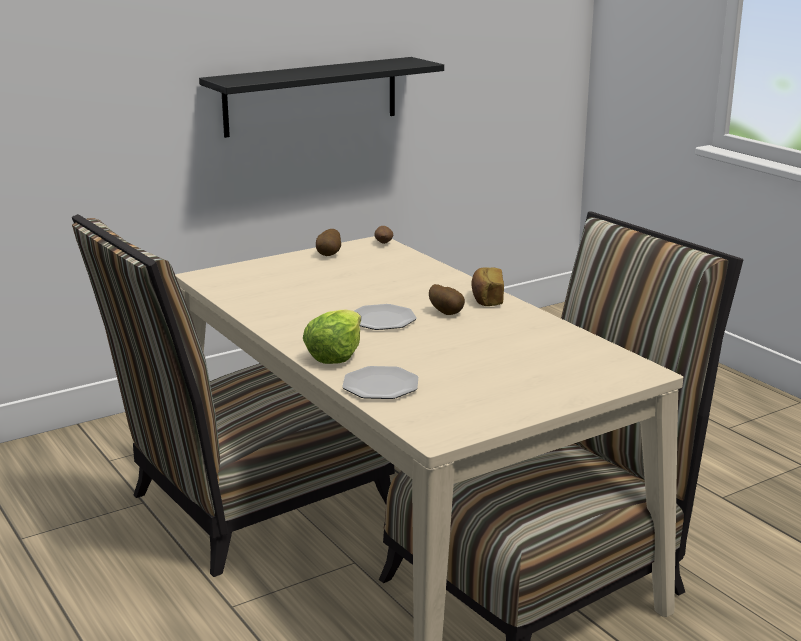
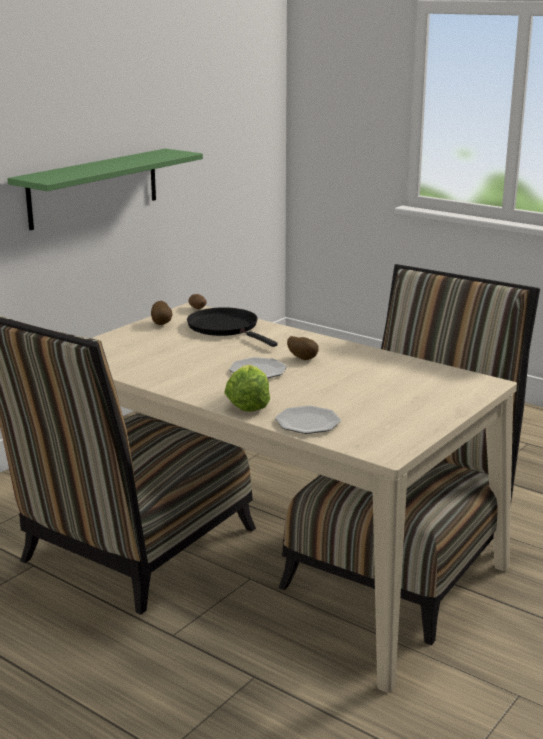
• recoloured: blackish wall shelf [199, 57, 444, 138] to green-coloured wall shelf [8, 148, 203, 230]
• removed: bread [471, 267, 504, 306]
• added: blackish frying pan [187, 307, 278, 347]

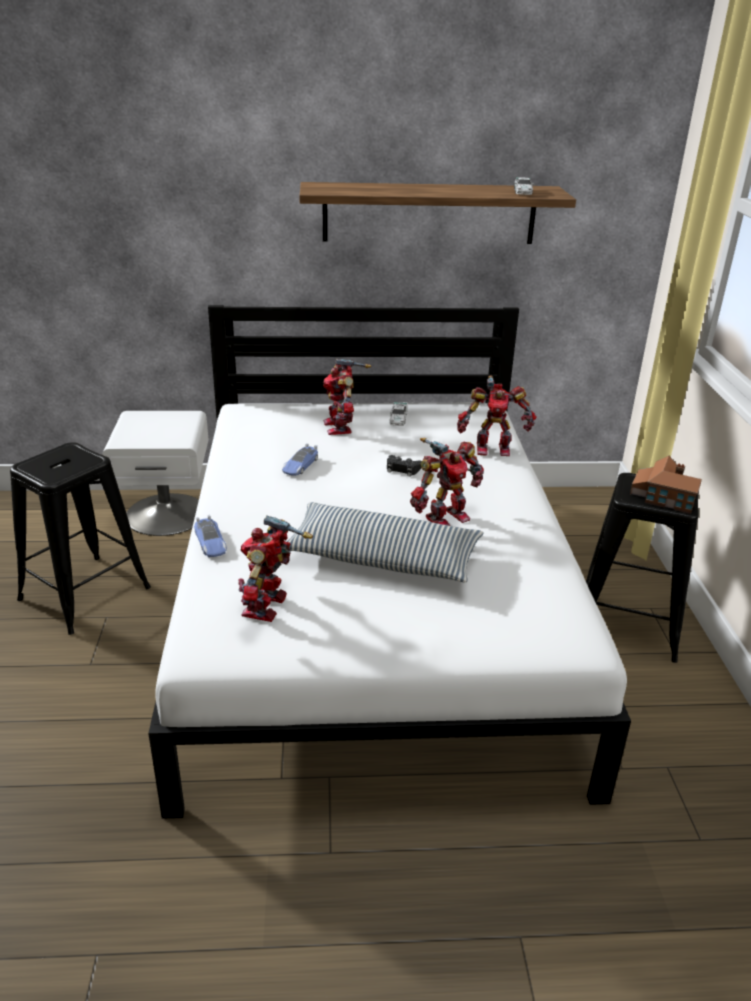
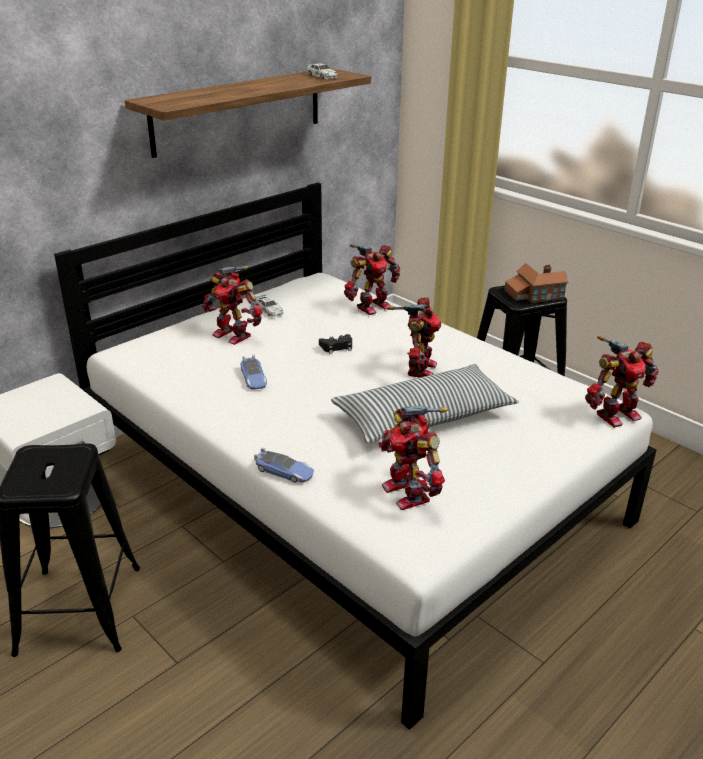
• added: robot figure [585, 336, 659, 428]

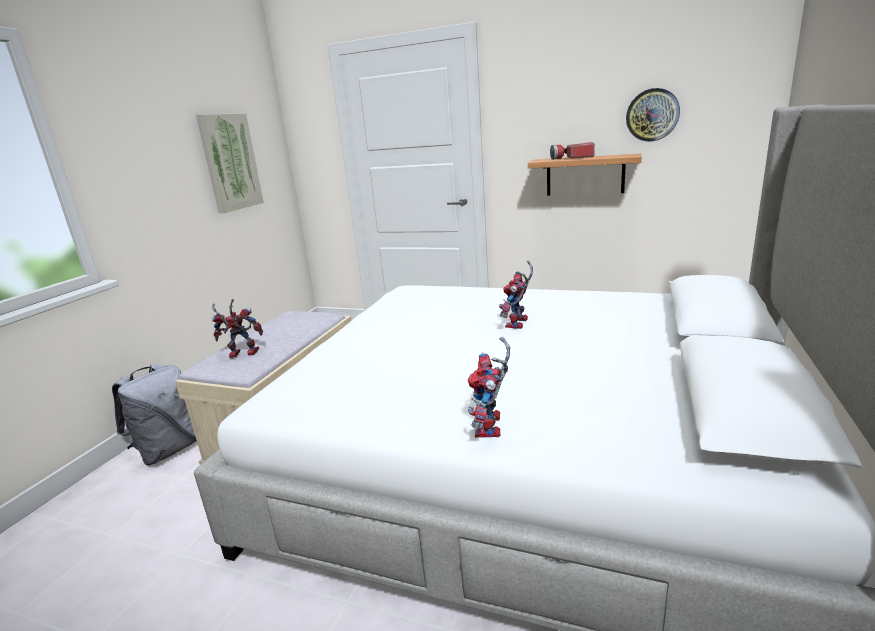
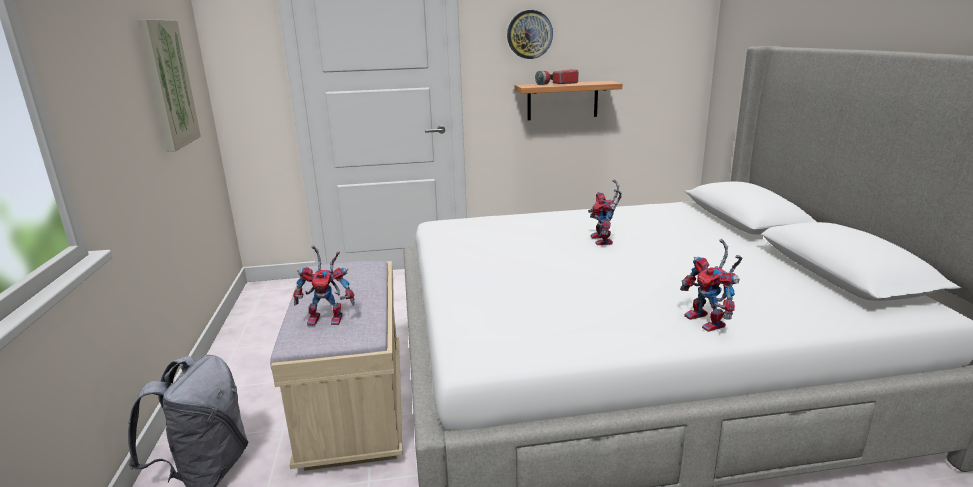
• turned: robot figure [211, 299, 263, 358] = [293, 246, 355, 326] 150 degrees counterclockwise
• moved: clock on the wall [626, 88, 680, 142] to [507, 10, 553, 59]

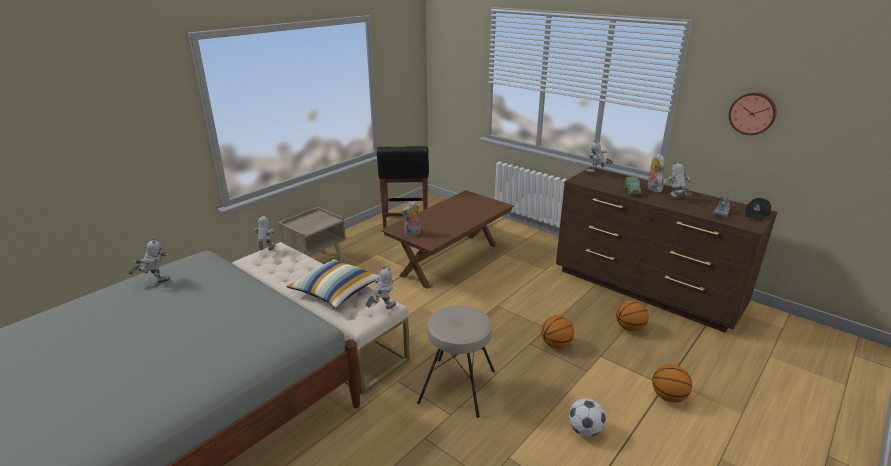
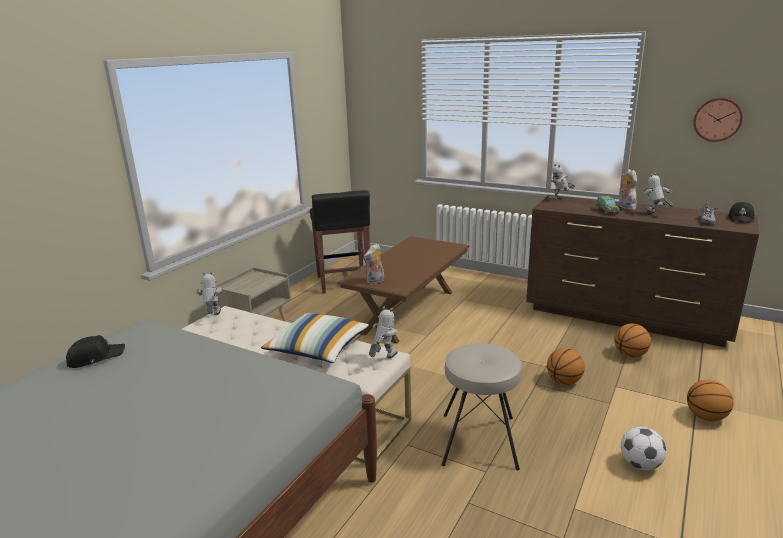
• replaced: robot figure [128, 237, 170, 283] to blackish cap [66, 335, 125, 368]

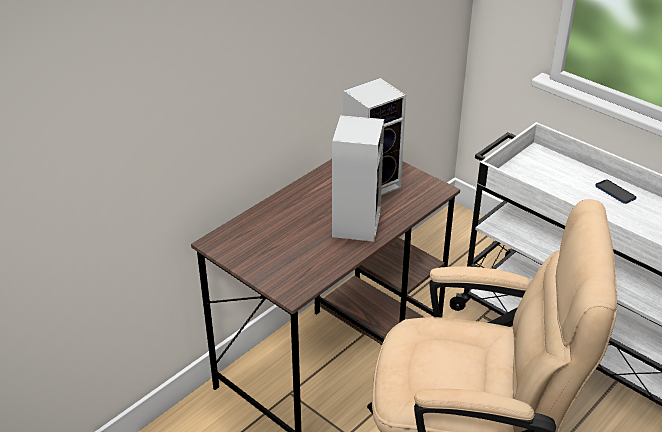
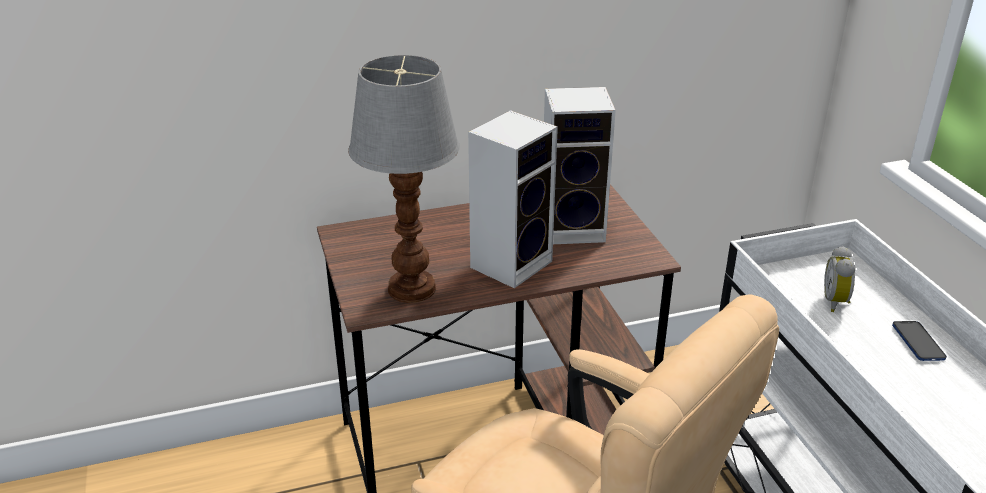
• added: table lamp [348, 55, 460, 303]
• added: table clock [824, 246, 855, 312]

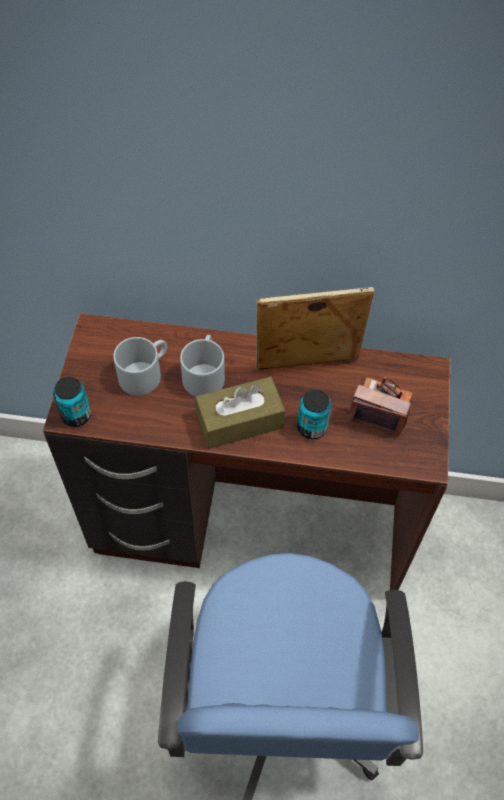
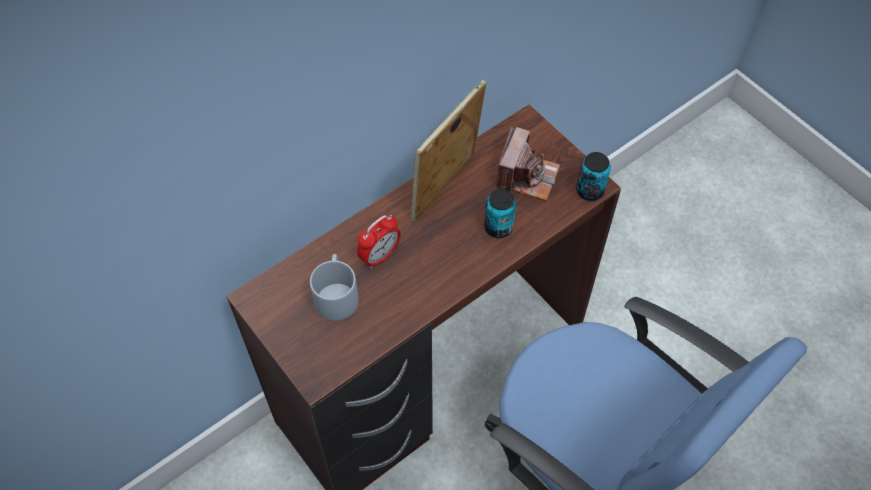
• moved: metal can [53, 377, 91, 427] to [576, 152, 611, 201]
• replaced: greyish tea mug [180, 335, 225, 397] to table clock [357, 215, 401, 269]
• removed: brown tissue box [195, 377, 285, 449]
• turned: photo camera [347, 377, 413, 437] = [496, 126, 560, 201] 135 degrees clockwise

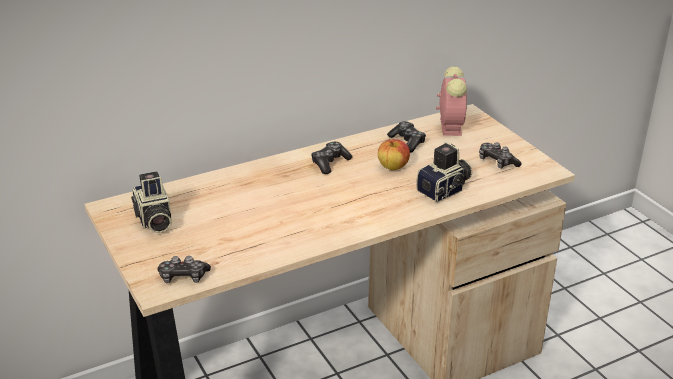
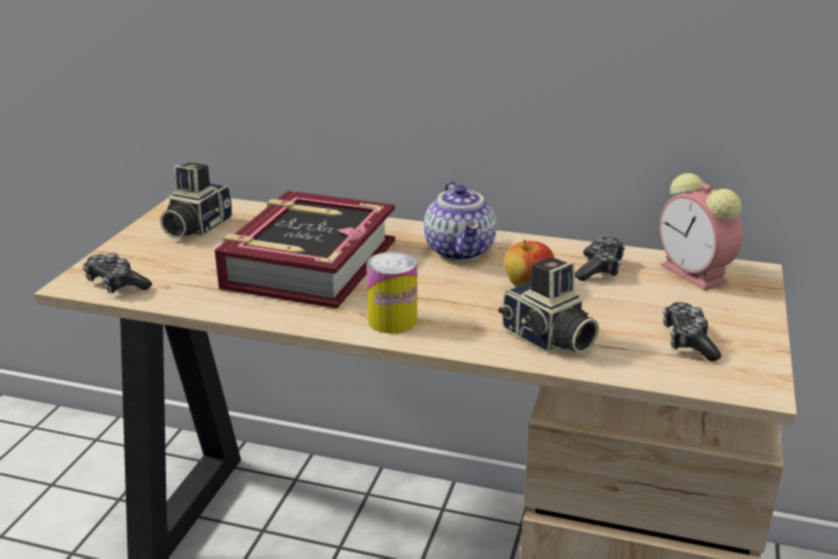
• replaced: joypad [311, 142, 353, 174] to pot for tea [424, 181, 496, 261]
• turned: photo camera [416, 142, 472, 202] = [498, 257, 599, 354] 45 degrees clockwise
• turned: table clock [436, 66, 467, 136] = [659, 173, 743, 290] 105 degrees clockwise
• added: volume [215, 191, 395, 309]
• added: metal can [367, 252, 417, 334]

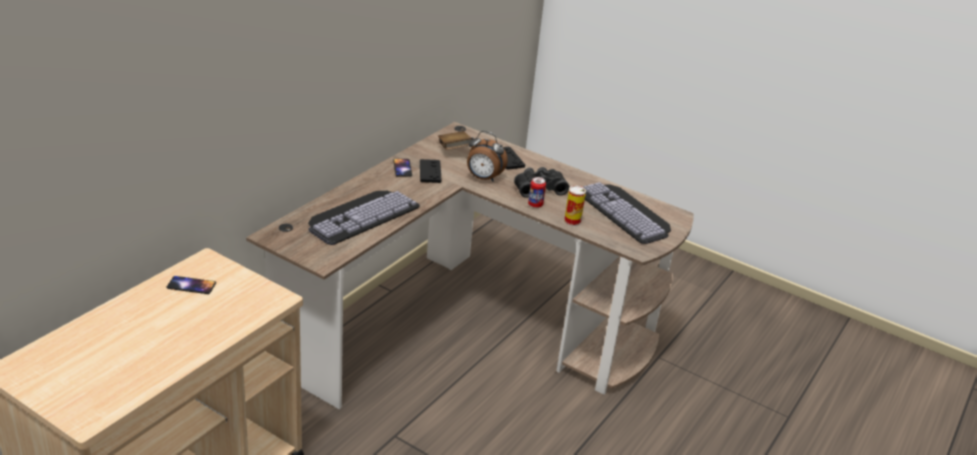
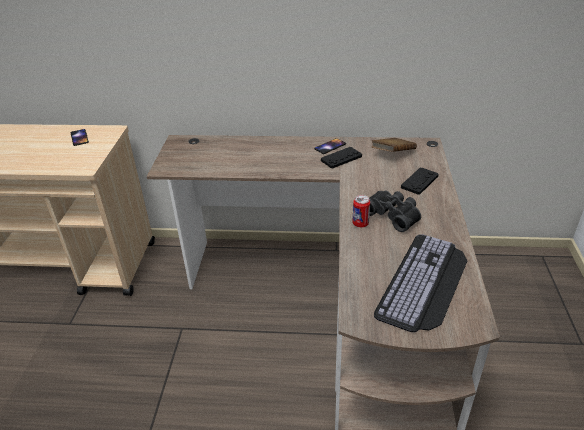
• removed: computer keyboard [308, 191, 420, 245]
• removed: table clock [467, 131, 508, 182]
• removed: metal can [564, 186, 586, 226]

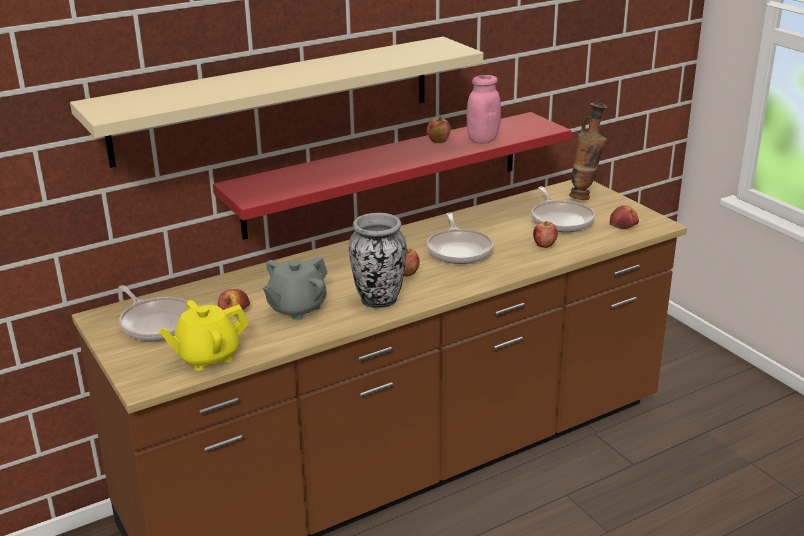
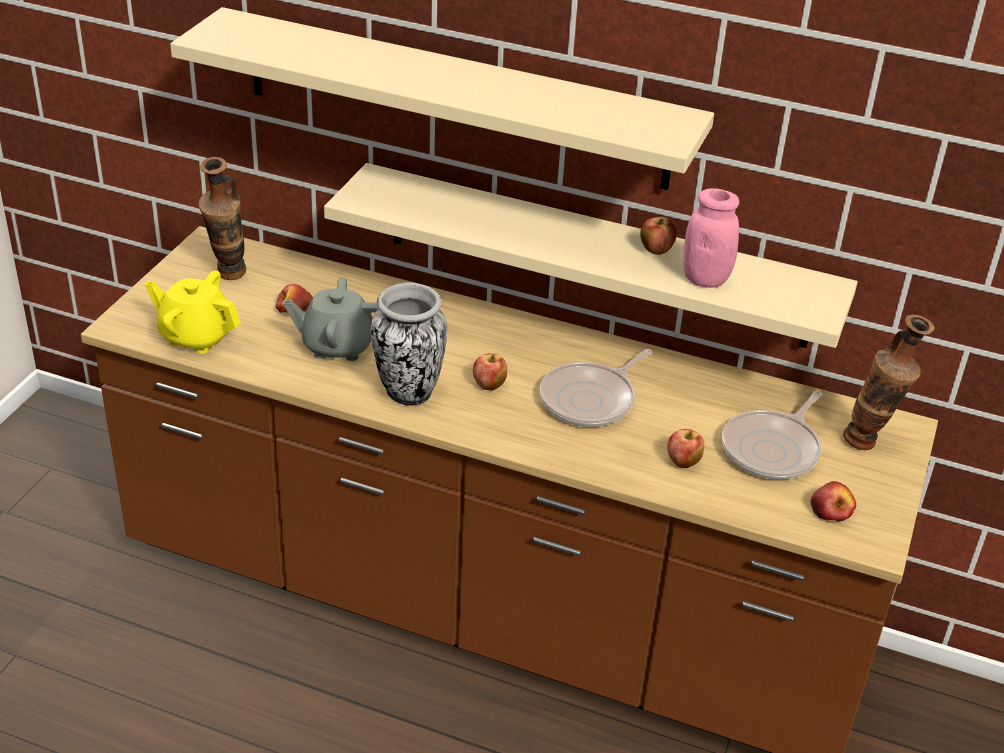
• replaced: frying pan [118, 285, 187, 341] to decorative vase [199, 157, 246, 280]
• recoloured: red-coloured wall shelf [213, 112, 572, 240] to sand-coloured wall shelf [324, 163, 858, 348]

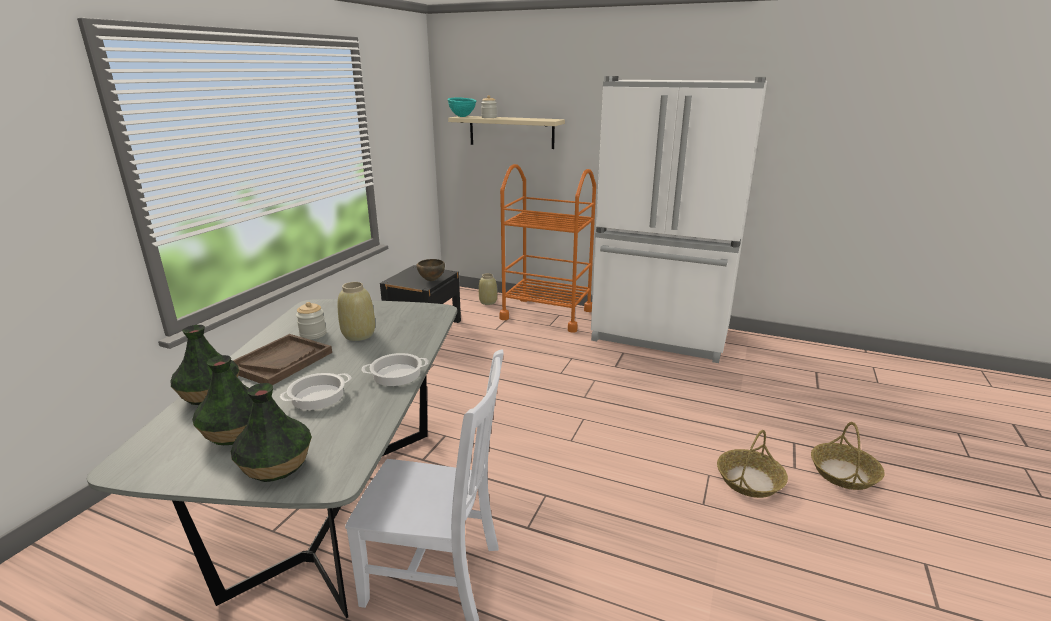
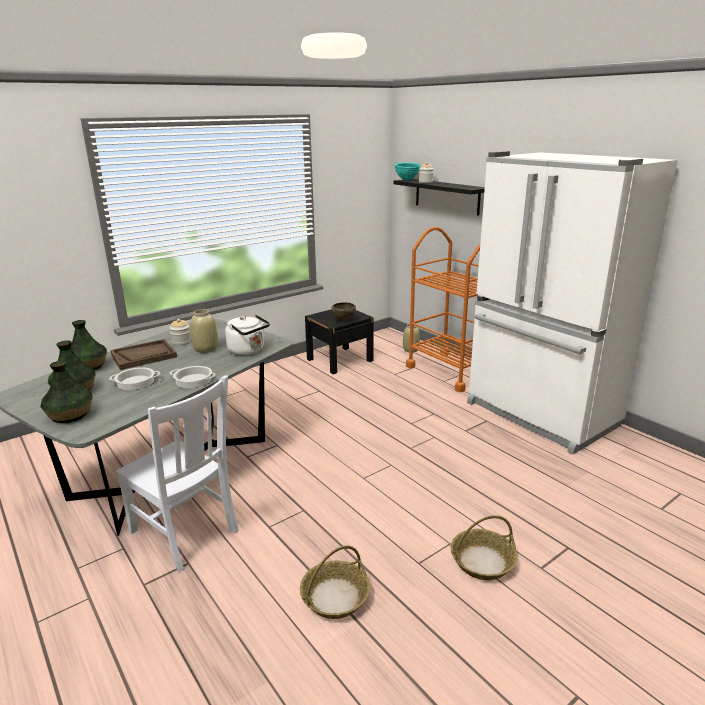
• recoloured: sand-coloured wall shelf [448, 116, 565, 149] to blackish wall shelf [394, 179, 485, 215]
• moved: household basket [811, 422, 885, 490] to [300, 545, 370, 619]
• added: white-coloured kettle [225, 314, 270, 355]

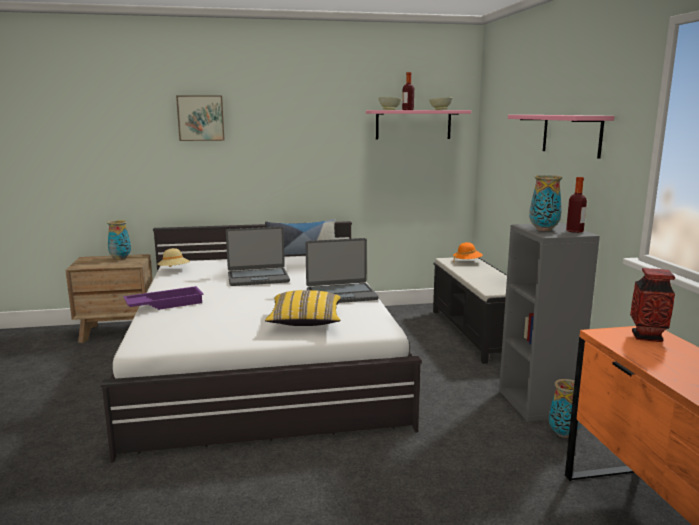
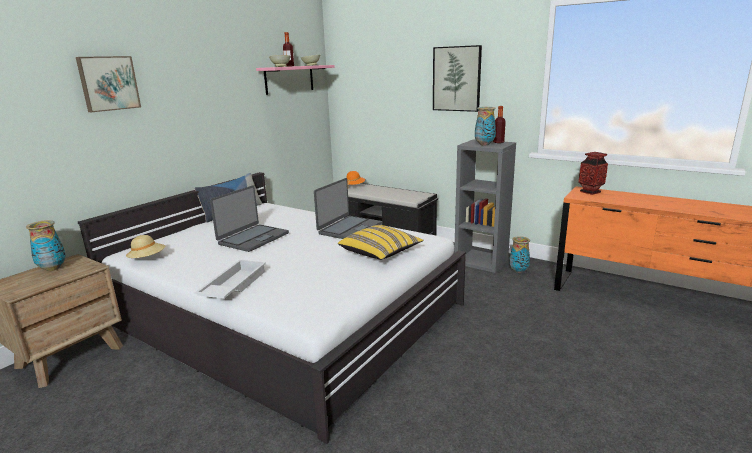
• recoloured: purplish tray [123, 286, 204, 310] to white-coloured tray [194, 260, 266, 299]
• replaced: pink-coloured wall shelf [508, 115, 614, 159] to wall art [433, 45, 482, 112]

